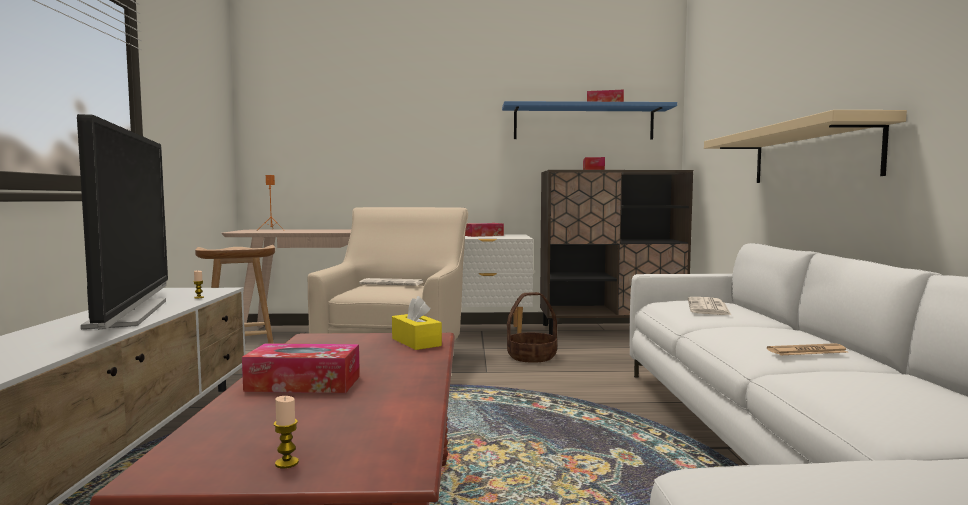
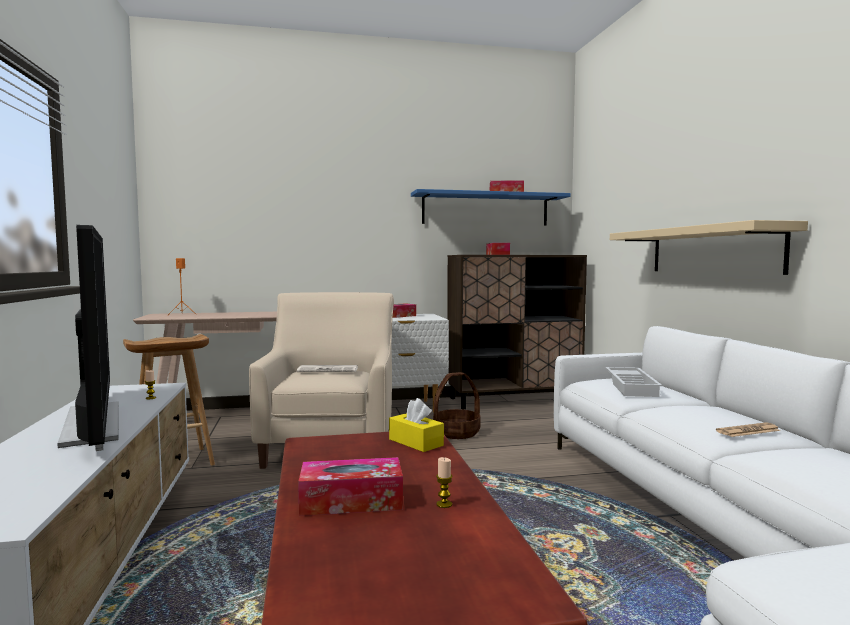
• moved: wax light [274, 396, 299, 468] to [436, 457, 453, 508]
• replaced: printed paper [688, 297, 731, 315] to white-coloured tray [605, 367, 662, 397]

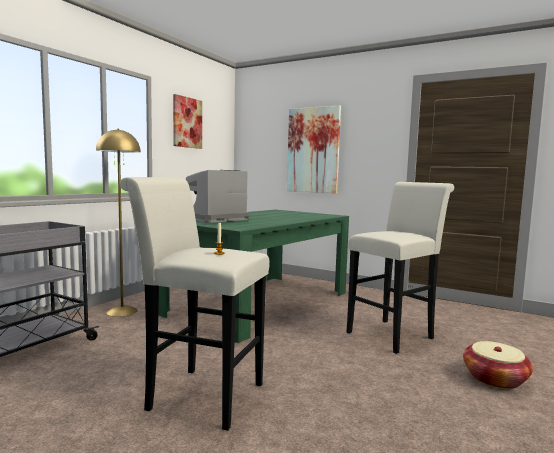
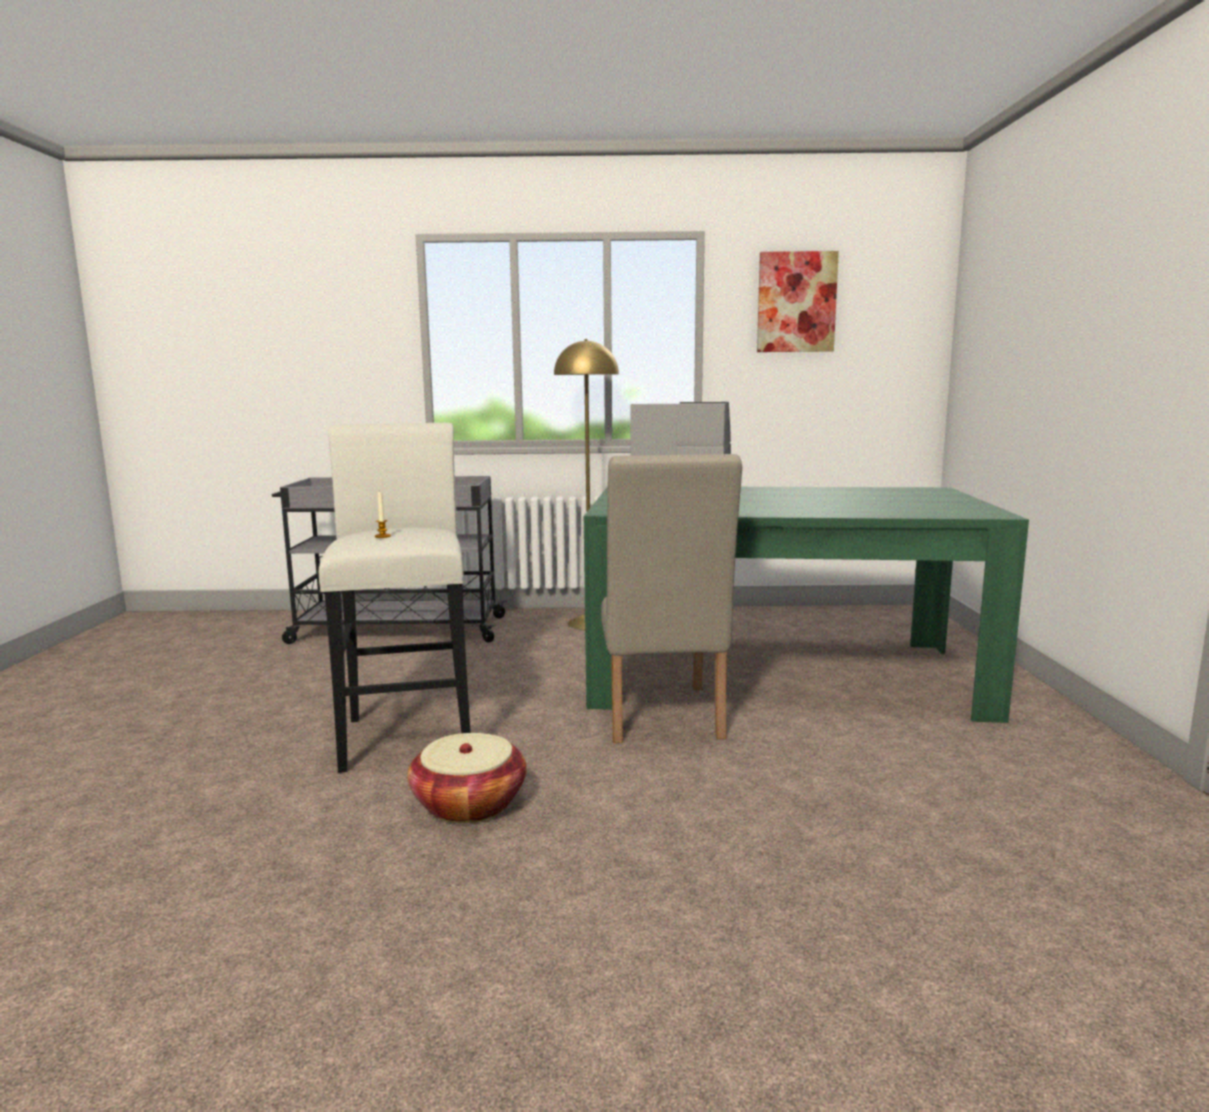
• removed: wall art [287, 105, 341, 193]
• removed: white-coloured stool [346, 182, 454, 354]
• moved: household basket [463, 341, 533, 389] to [407, 733, 527, 823]
• added: sand-coloured chair [601, 454, 742, 743]

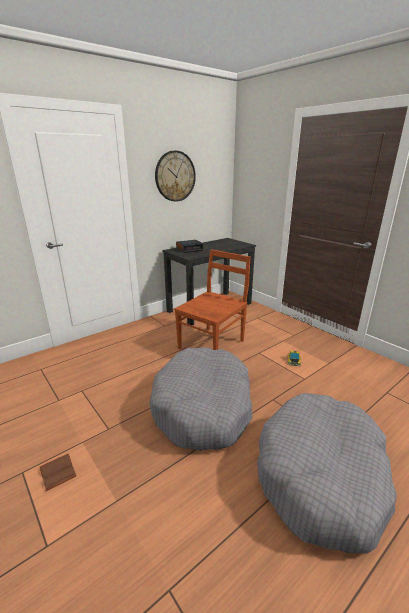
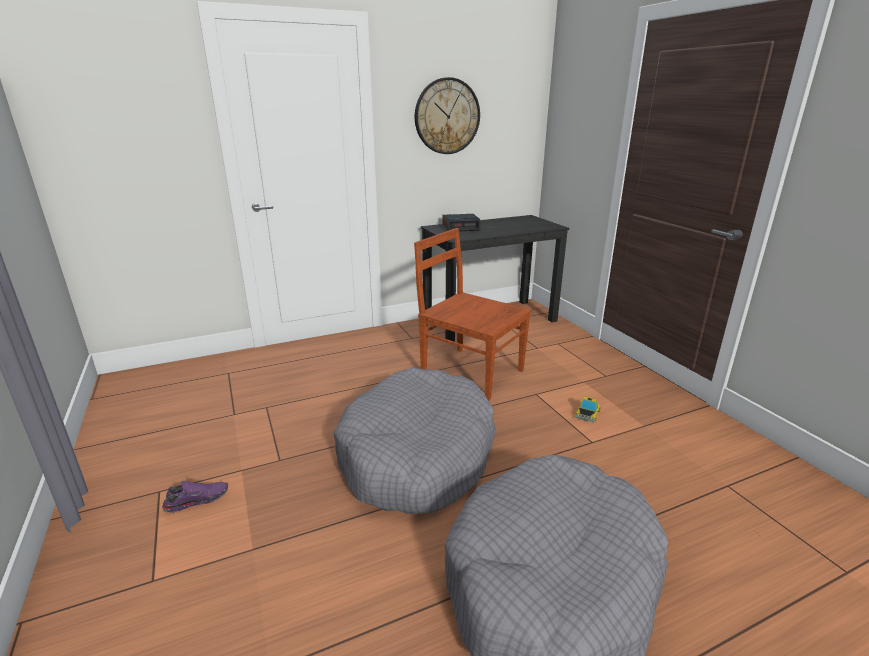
• replaced: brown volume [40, 454, 77, 491] to purplish shoe [162, 481, 228, 513]
• turned: brown chair [174, 249, 251, 350] = [414, 228, 532, 400] 105 degrees counterclockwise

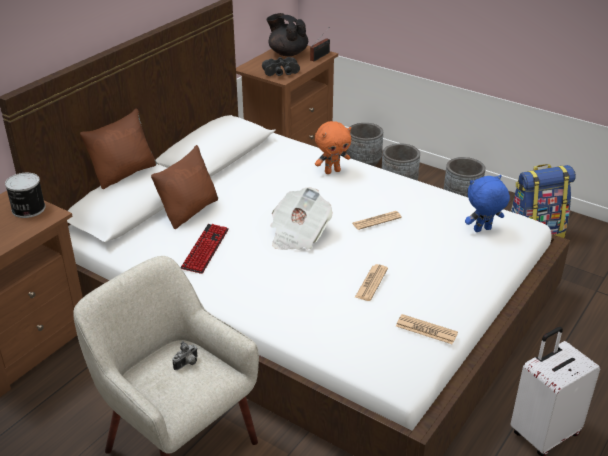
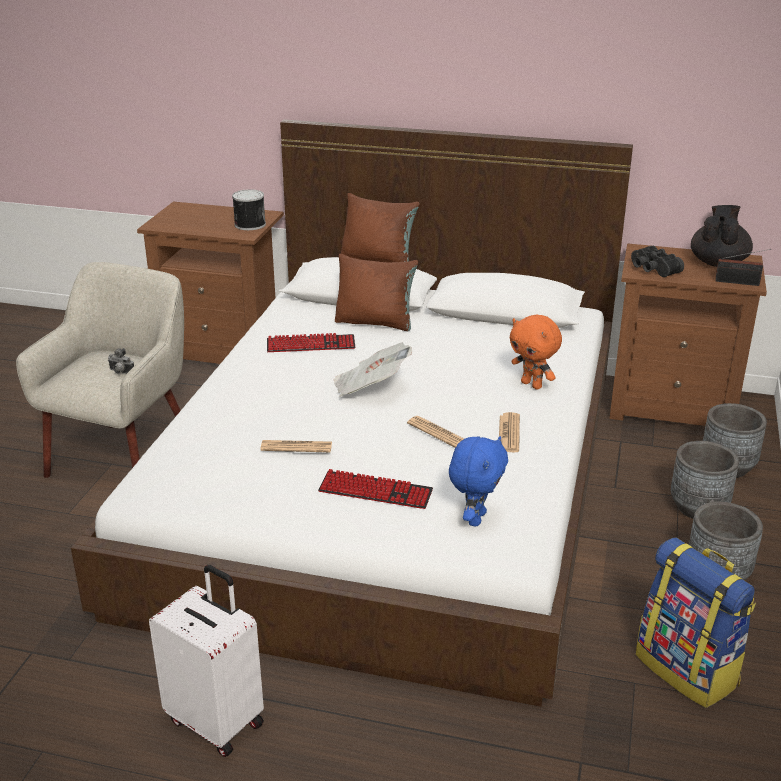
• moved: printed paper [396, 314, 458, 344] to [499, 412, 520, 453]
• turned: blue-coloured plush toy [465, 175, 510, 232] = [449, 436, 508, 526] 60 degrees clockwise
• added: computer keyboard [318, 469, 433, 509]

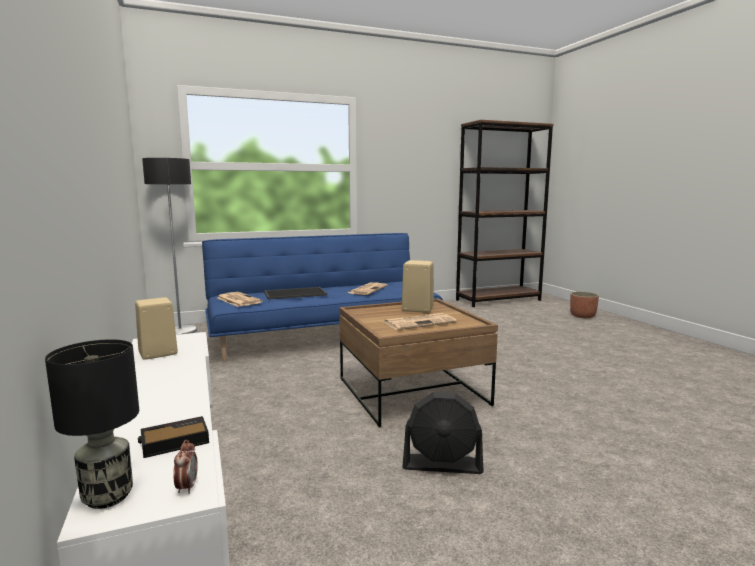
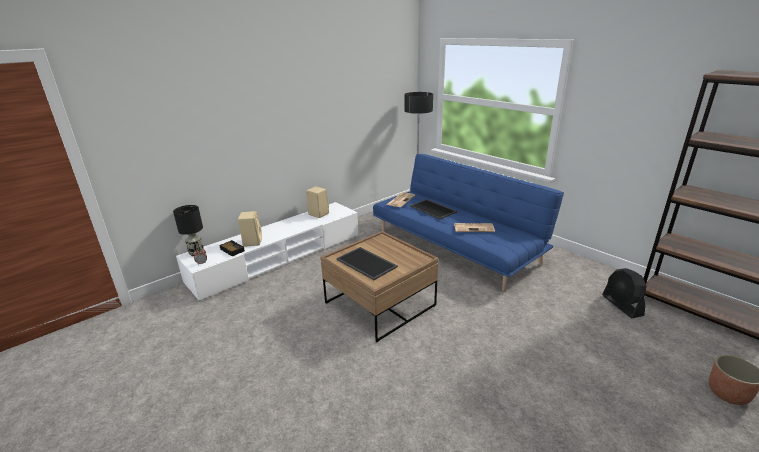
• replaced: printed paper [384, 313, 457, 330] to tray [337, 247, 398, 280]
• moved: sand-coloured audio speaker [402, 260, 434, 313] to [238, 211, 262, 247]
• moved: blackish cooling fan [402, 392, 484, 474] to [602, 268, 646, 318]

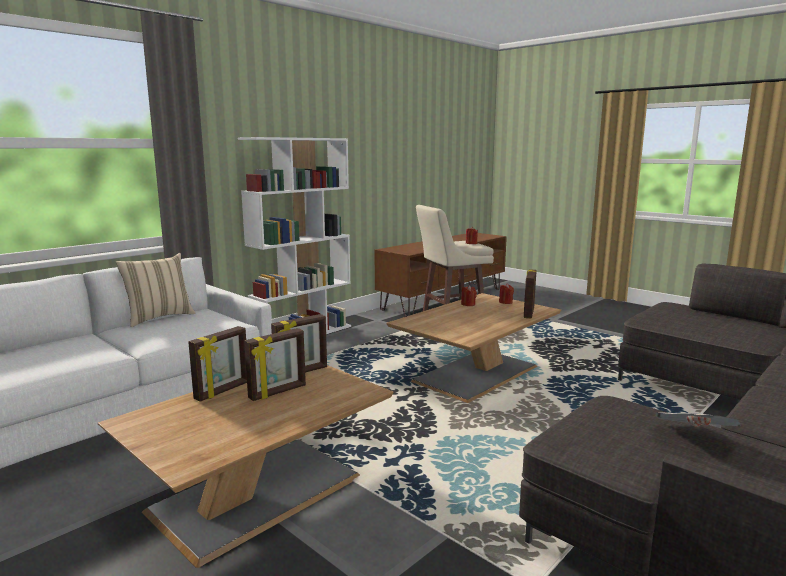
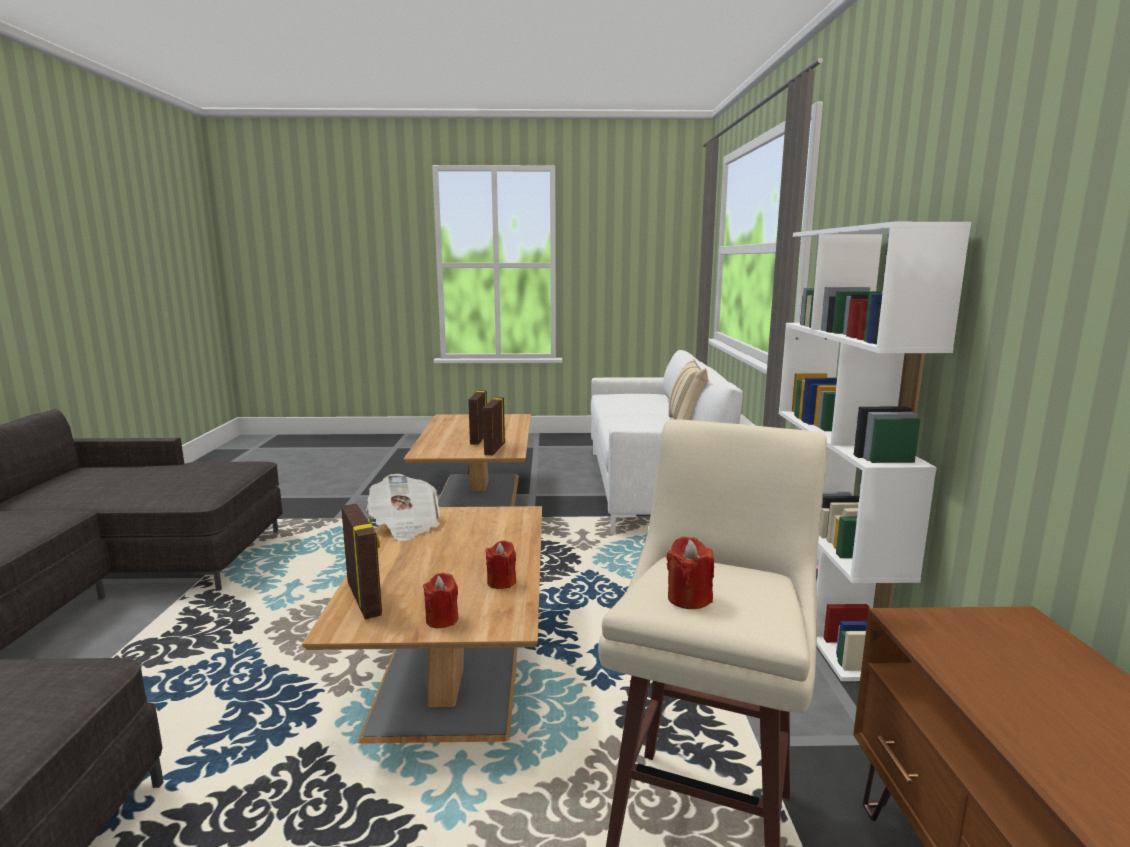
• removed: photo frame [188, 326, 247, 402]
• moved: printed paper [655, 412, 741, 427] to [366, 474, 440, 541]

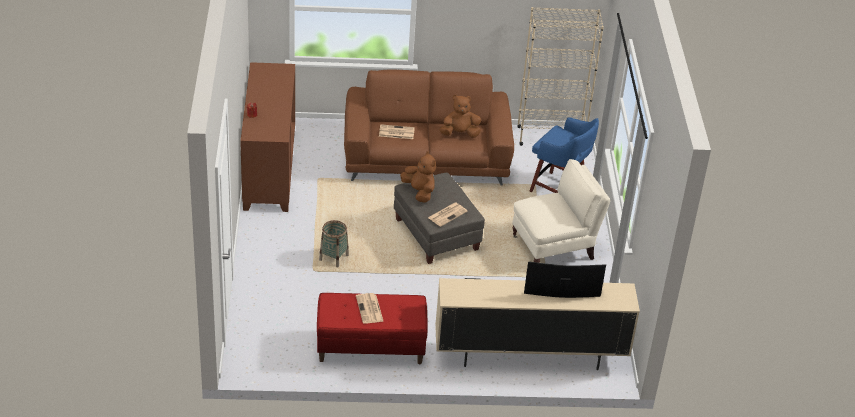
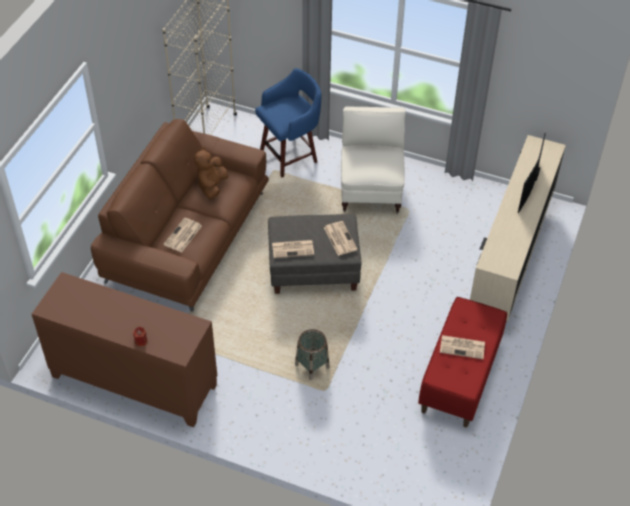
• replaced: brown plush toy [400, 151, 436, 203] to printed paper [272, 240, 314, 258]

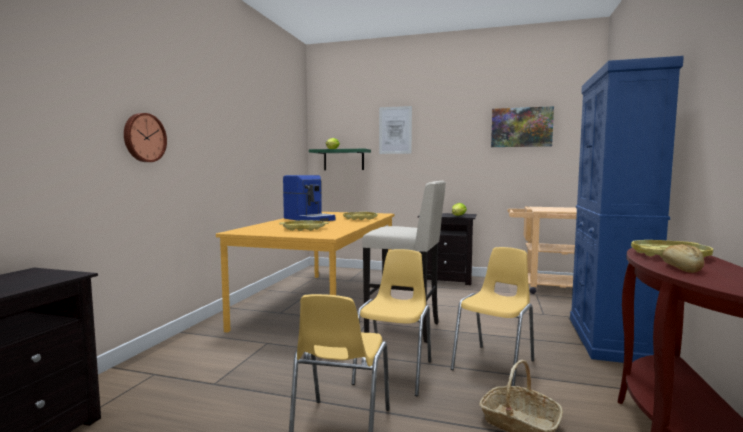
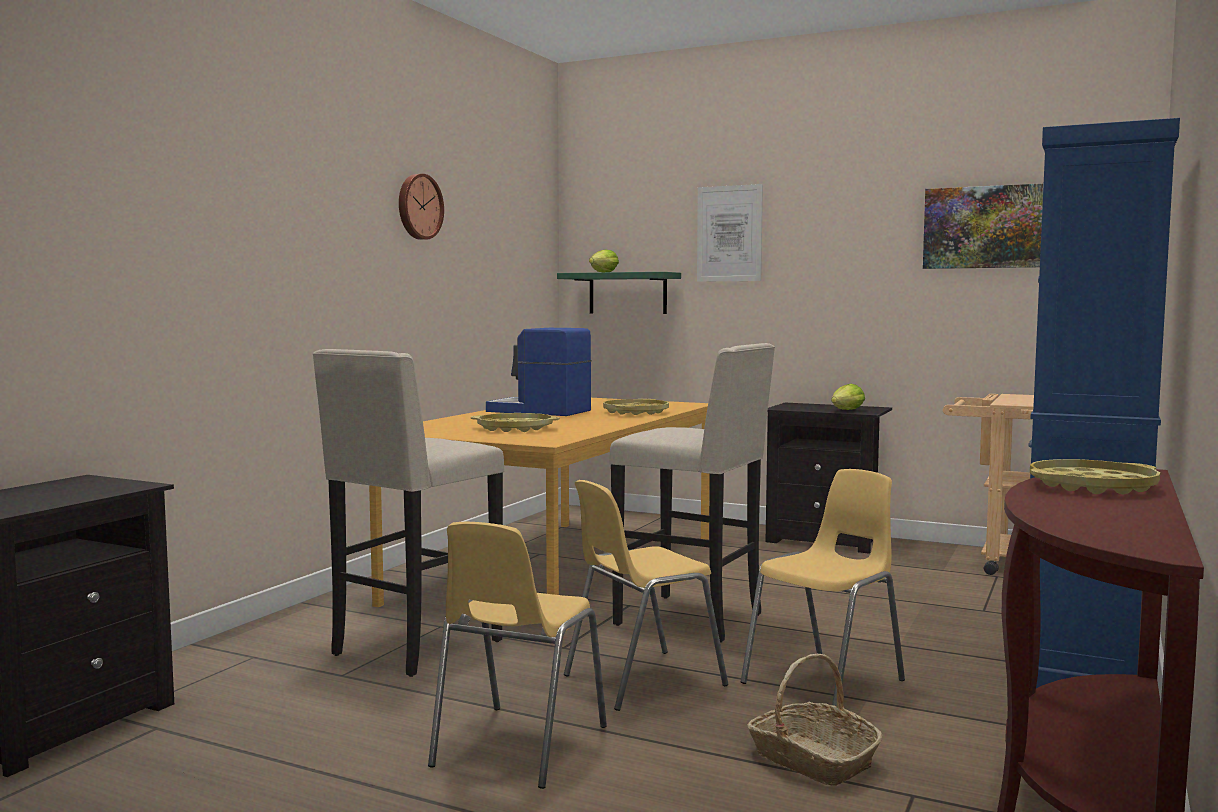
• moved: clock on the wall [124, 113, 167, 162] to [399, 174, 444, 240]
• turned: coffee machine [283, 175, 335, 221] = [486, 328, 592, 416] 150 degrees clockwise
• turned: yellowish chair [352, 249, 431, 396] = [564, 480, 728, 711] 150 degrees counterclockwise
• removed: bread [662, 244, 704, 273]
• added: sand-coloured stool [312, 349, 504, 677]

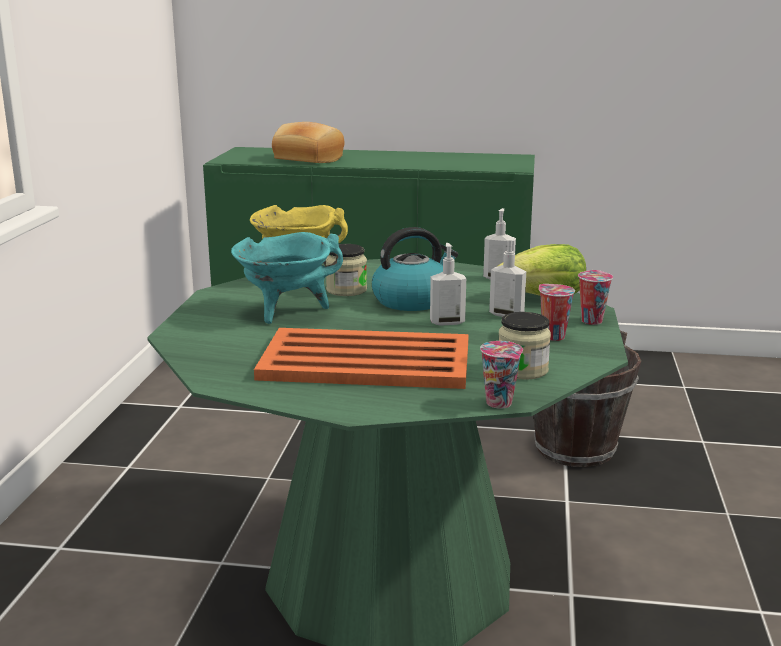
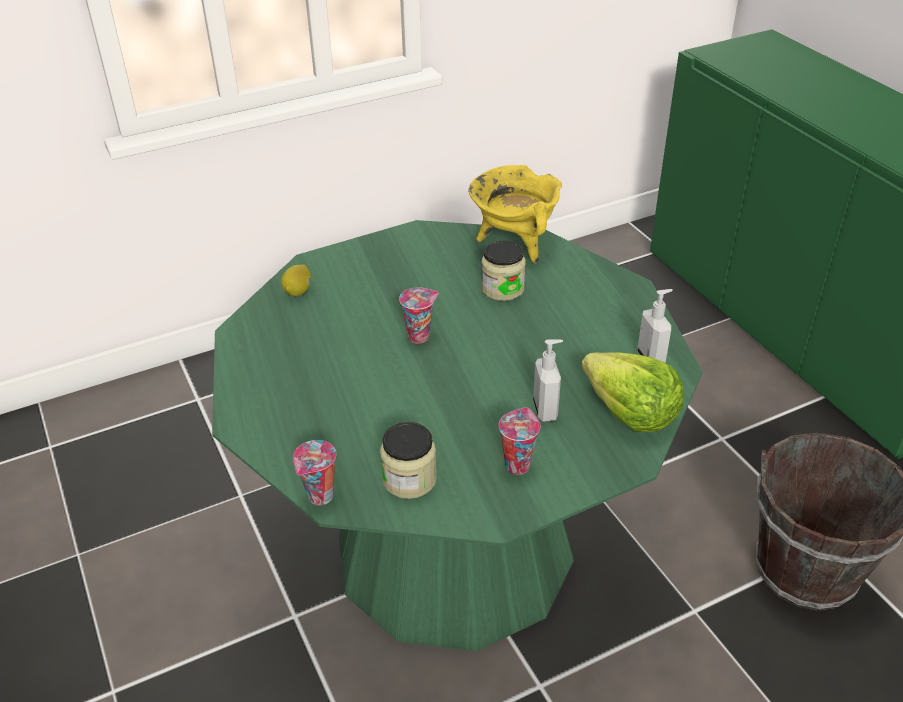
• removed: turquoise saucepot [231, 232, 343, 324]
• removed: orangey tray [254, 328, 469, 389]
• removed: bread [272, 122, 345, 163]
• removed: kettle [372, 227, 459, 311]
• removed: soap dispenser [430, 243, 466, 326]
• moved: cup [578, 270, 613, 325] to [399, 287, 439, 344]
• added: lemon [281, 265, 311, 296]

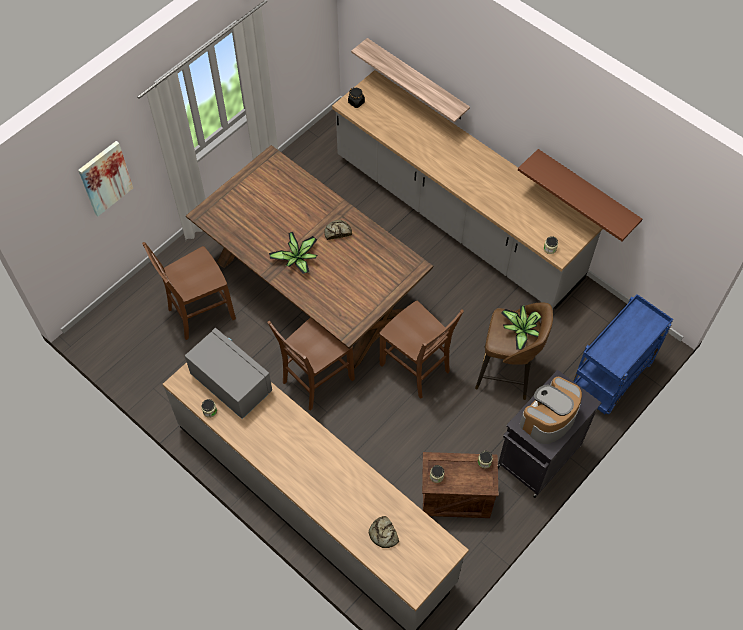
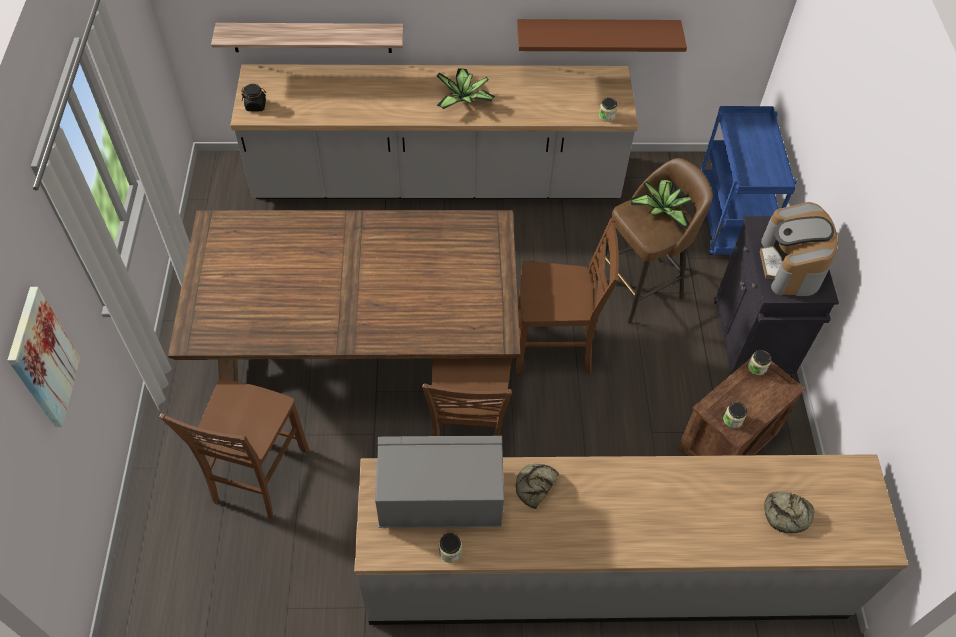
• moved: plant in a pot [269, 232, 317, 274] to [437, 69, 495, 109]
• moved: bread [324, 220, 352, 240] to [516, 464, 559, 509]

